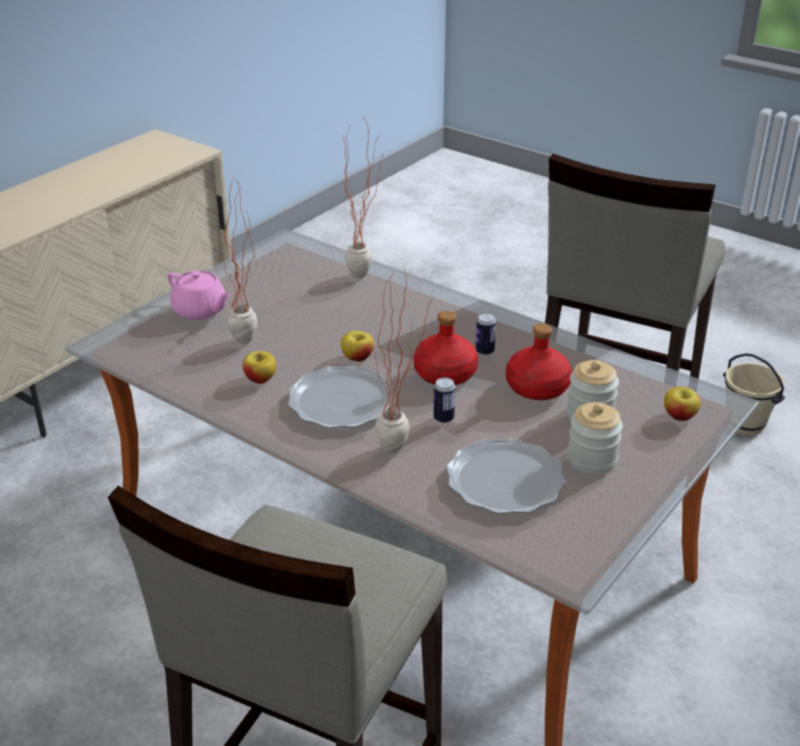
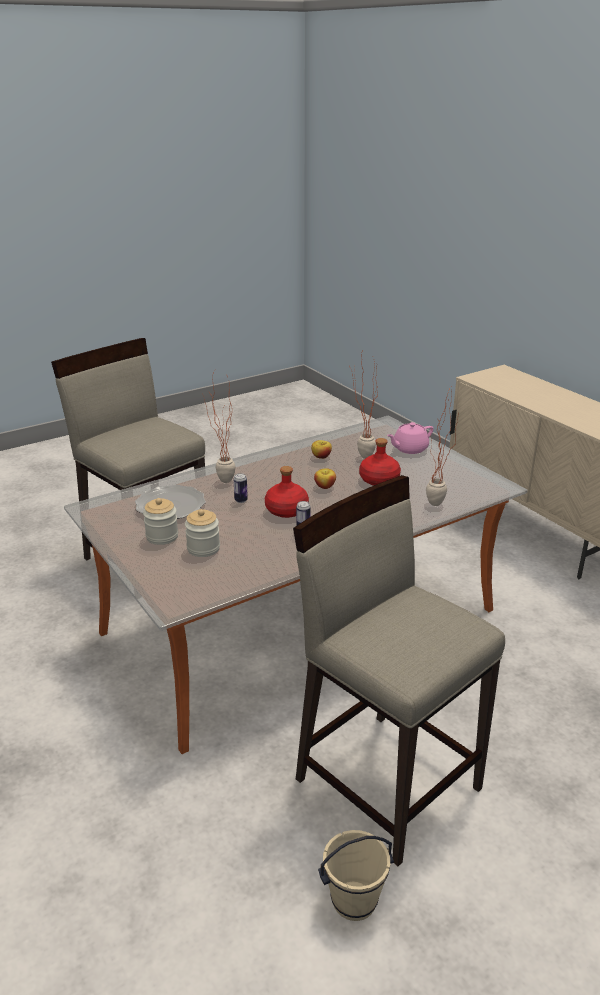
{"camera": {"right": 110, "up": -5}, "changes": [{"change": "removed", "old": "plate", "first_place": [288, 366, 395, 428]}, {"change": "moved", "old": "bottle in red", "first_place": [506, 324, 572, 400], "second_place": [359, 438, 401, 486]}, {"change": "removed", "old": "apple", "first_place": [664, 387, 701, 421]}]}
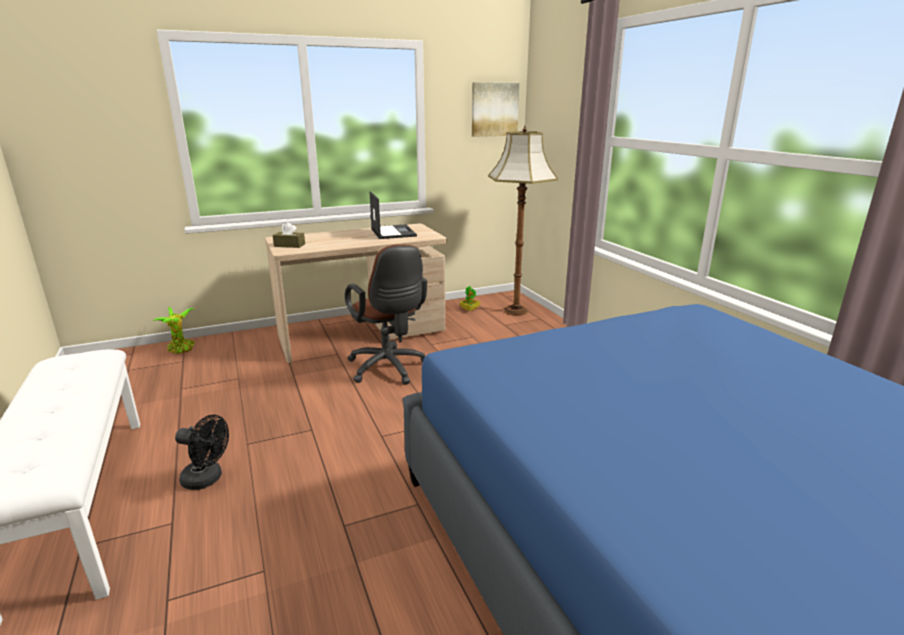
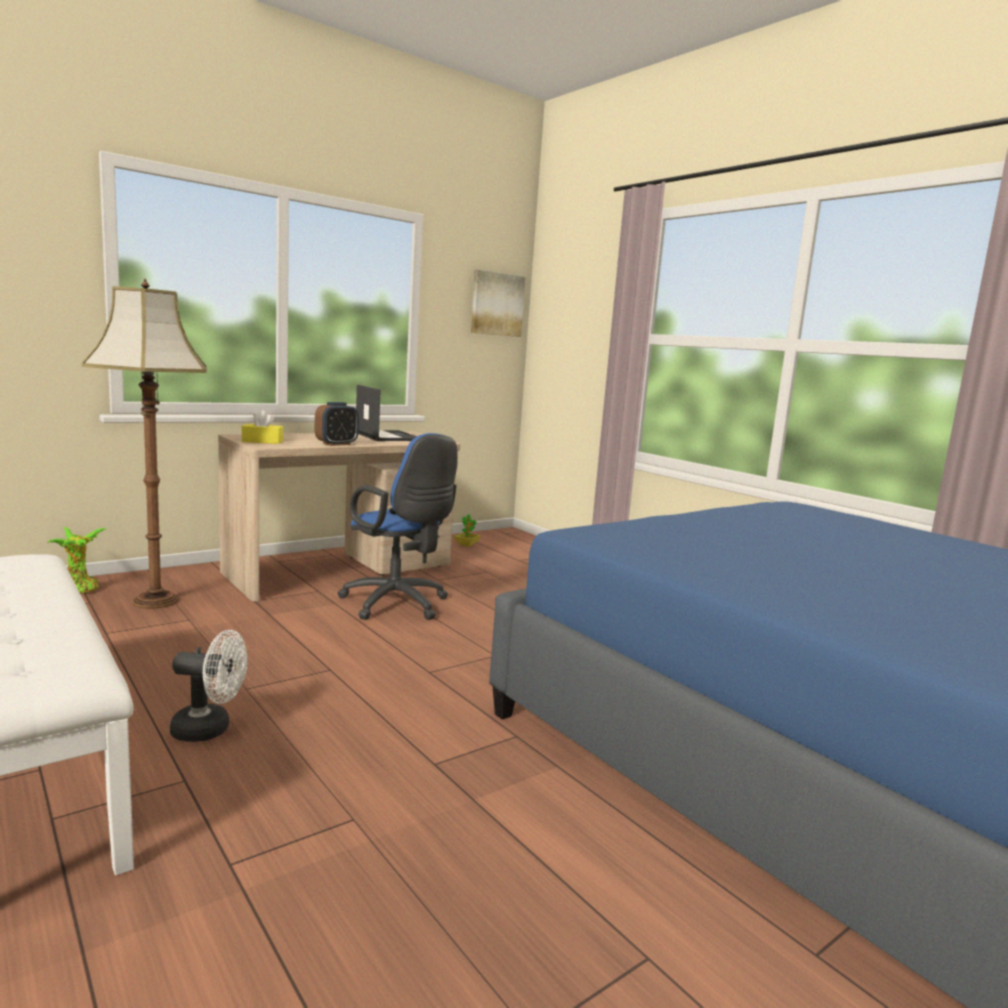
{"camera": {"right": -15, "up": -10}, "changes": [{"change": "recoloured", "old": "fan in black", "new": "fan in white", "first_place": [175, 415, 229, 490], "second_place": [170, 630, 247, 742]}, {"change": "recoloured", "old": "tissue box in brown", "new": "tissue box in yellow", "first_place": [273, 222, 305, 248], "second_place": [242, 411, 283, 444]}, {"change": "recoloured", "old": "office chair in brown", "new": "office chair in blue", "first_place": [345, 244, 427, 385], "second_place": [337, 433, 458, 620]}, {"change": "moved", "old": "floor lamp", "first_place": [489, 126, 558, 316], "second_place": [82, 278, 207, 609]}, {"change": "added", "new": "alarm clock", "second_place": [314, 402, 359, 446]}]}
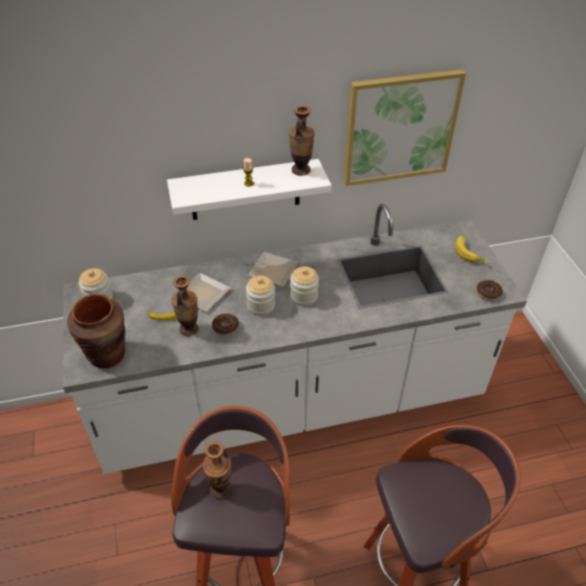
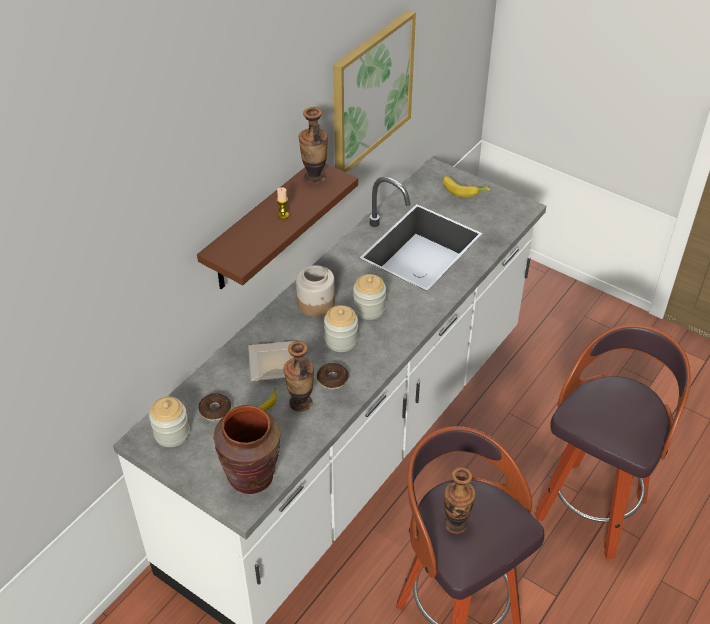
{"camera": {"right": -40, "up": 0}, "changes": [{"change": "recoloured", "old": "shelf in white", "new": "shelf in brown", "first_place": [167, 159, 332, 220], "second_place": [197, 163, 358, 289]}, {"change": "replaced", "old": "plate", "new": "jar", "first_place": [248, 252, 298, 287], "second_place": [296, 265, 335, 317]}, {"change": "moved", "old": "donut", "first_place": [476, 280, 503, 301], "second_place": [198, 393, 231, 421]}]}
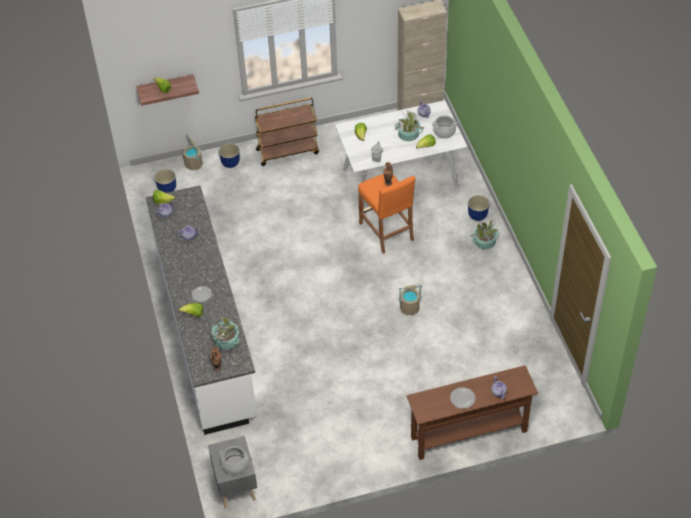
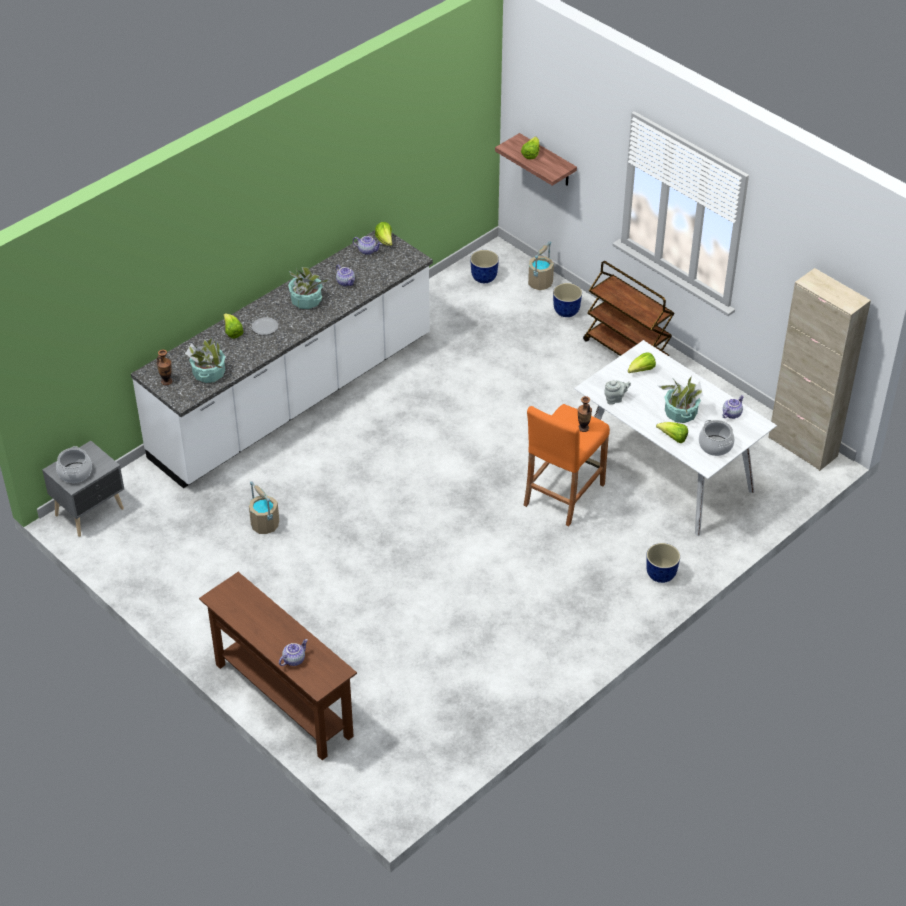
{"camera": {"right": 60, "up": -5}, "changes": [{"change": "moved", "old": "bucket in beige", "first_place": [399, 285, 422, 315], "second_place": [249, 481, 279, 534]}, {"change": "removed", "old": "plate", "first_place": [450, 387, 476, 409]}, {"change": "moved", "old": "potted plant", "first_place": [470, 219, 499, 250], "second_place": [288, 267, 331, 309]}]}
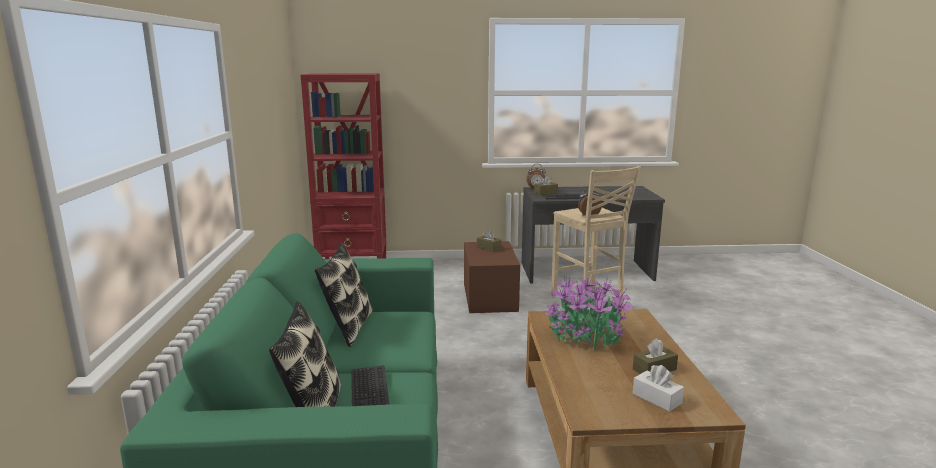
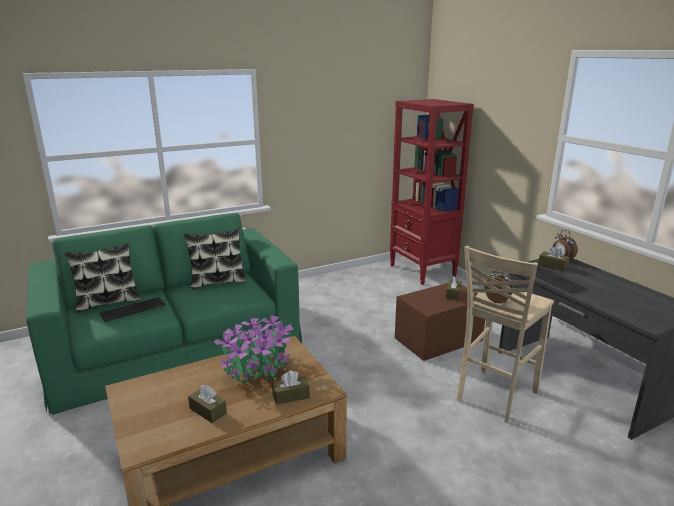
{"camera": {"right": 65, "up": 5}, "changes": [{"change": "removed", "old": "tissue box in white", "first_place": [633, 365, 684, 412]}, {"change": "added", "new": "tissue box in brown", "second_place": [272, 371, 310, 405]}]}
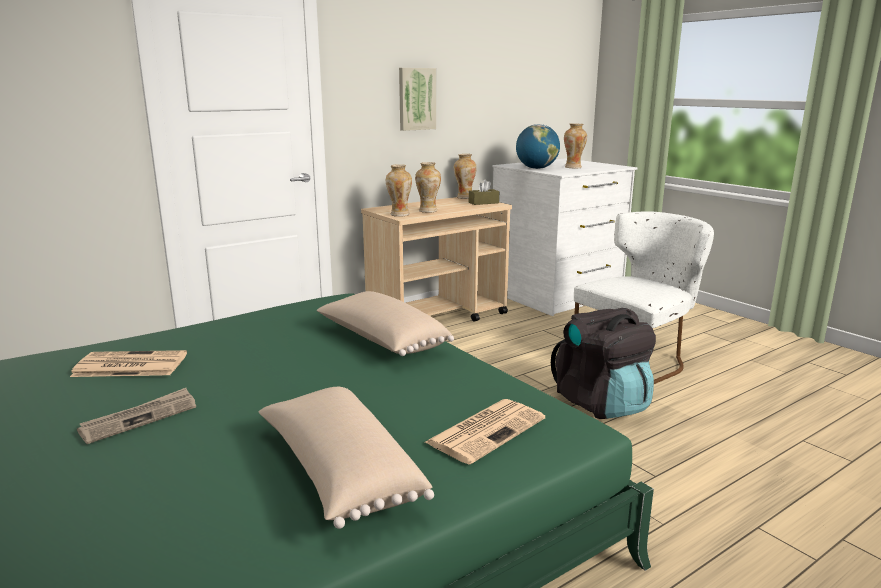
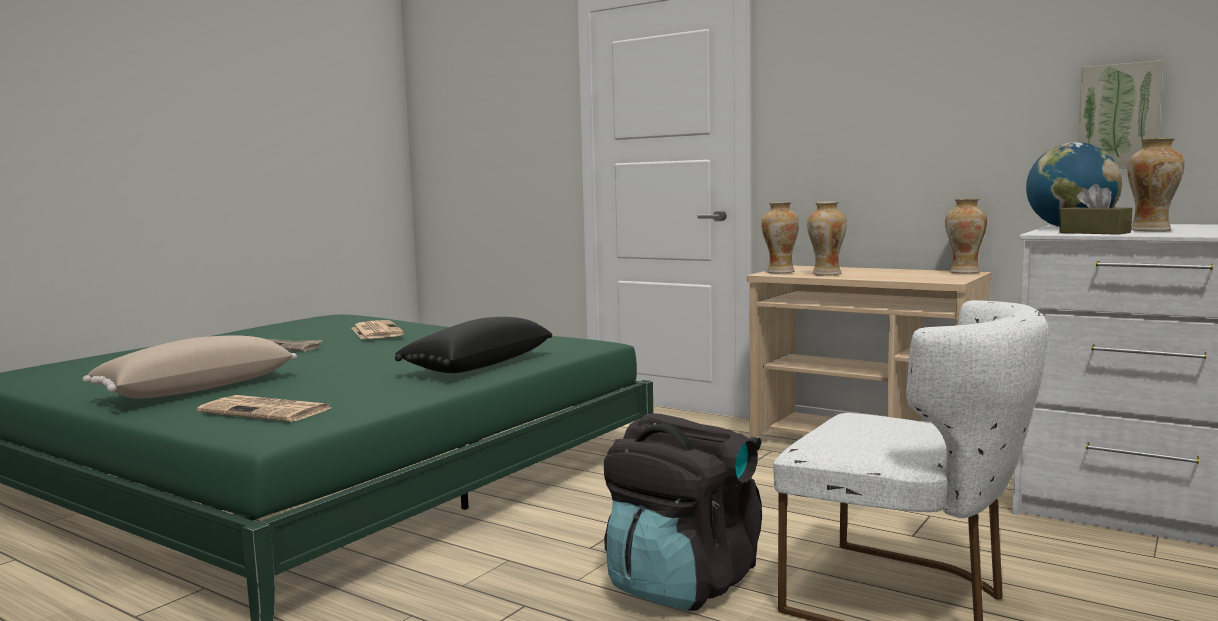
{"camera": {"right": 70, "up": -10}, "changes": [{"change": "recoloured", "old": "pillow in beige", "new": "pillow in black", "first_place": [317, 291, 454, 356], "second_place": [395, 317, 552, 373]}, {"change": "moved", "old": "picture", "first_place": [399, 68, 436, 131], "second_place": [1078, 60, 1163, 169]}, {"change": "moved", "old": "tissue box in brown", "first_place": [469, 180, 499, 205], "second_place": [1060, 184, 1132, 235]}]}
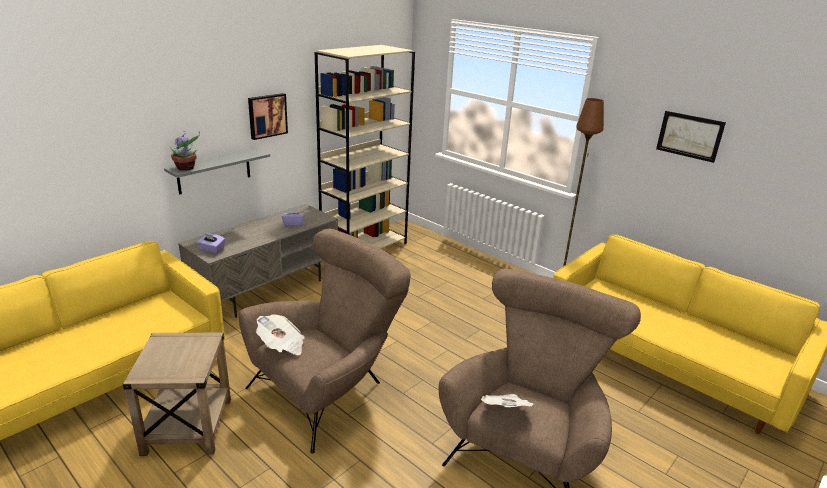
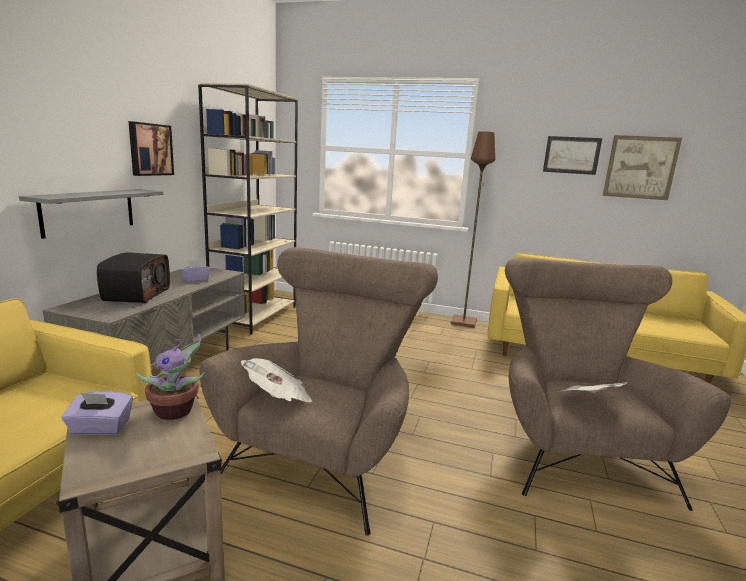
{"camera": {"right": -25, "up": -10}, "changes": [{"change": "moved", "old": "potted plant", "first_place": [169, 131, 200, 171], "second_place": [136, 334, 205, 420]}, {"change": "moved", "old": "tissue box in purple", "first_place": [197, 233, 225, 254], "second_place": [62, 391, 133, 435]}, {"change": "added", "new": "radio", "second_place": [97, 252, 170, 303]}, {"change": "added", "new": "picture", "second_place": [603, 135, 682, 200]}]}
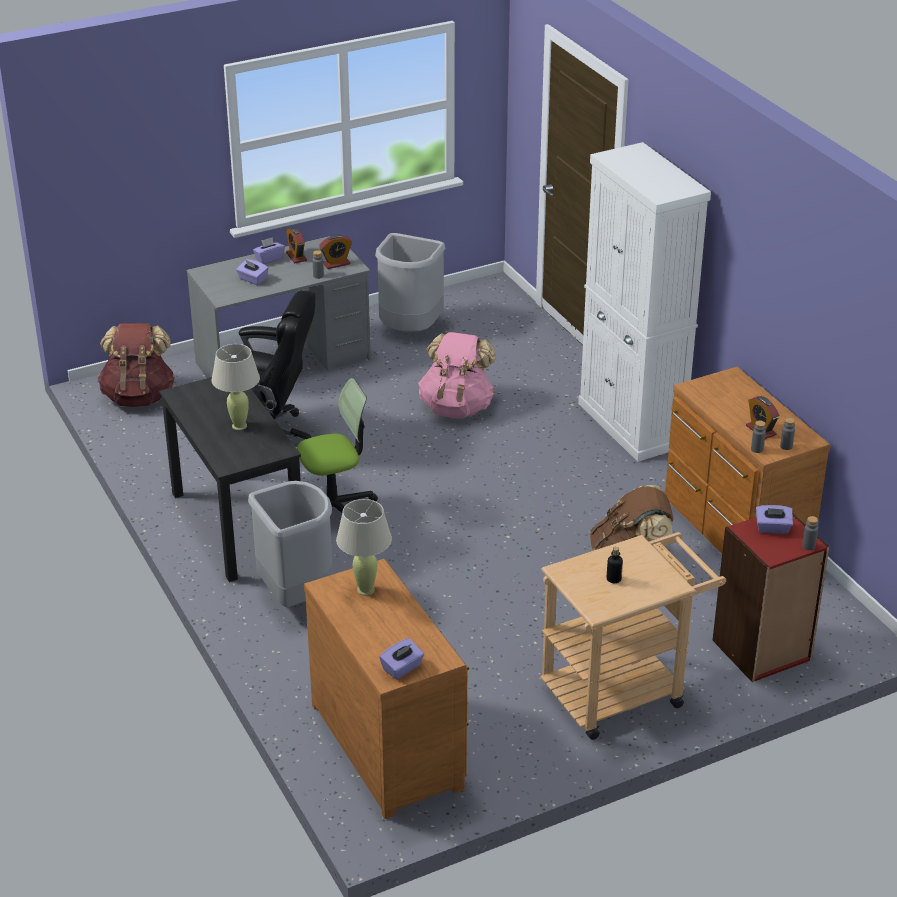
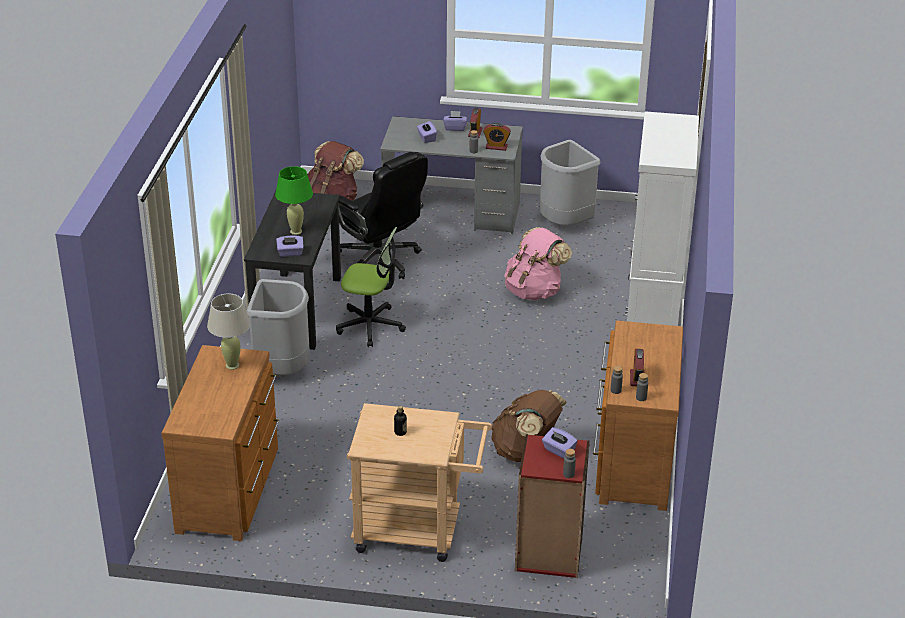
{"camera": {"right": 35, "up": 0}, "changes": [{"change": "recoloured", "old": "table lamp in beige", "new": "table lamp in green", "first_place": [211, 344, 260, 430], "second_place": [275, 166, 313, 235]}, {"change": "moved", "old": "tissue box in purple", "first_place": [379, 638, 424, 679], "second_place": [276, 236, 304, 257]}]}
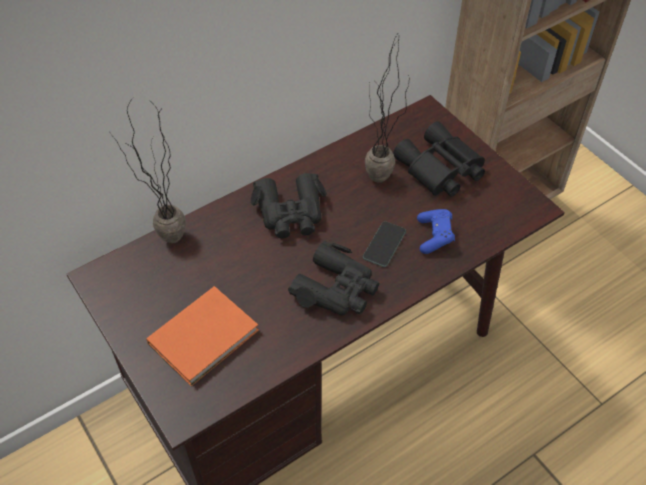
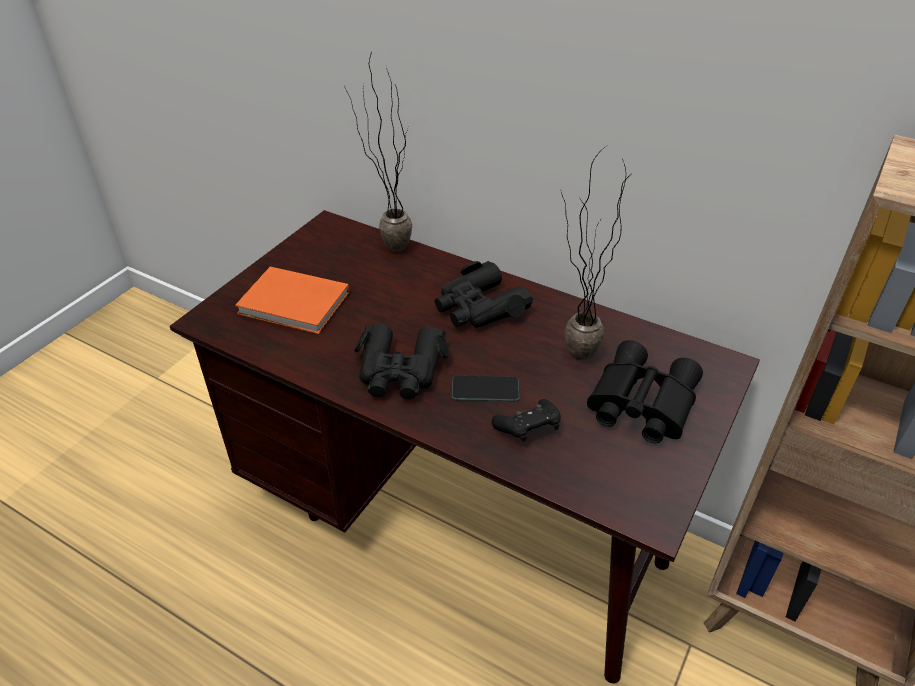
{"camera": {"right": 65, "up": -10}, "changes": [{"change": "recoloured", "old": "game controller in blue", "new": "game controller in black", "first_place": [417, 209, 455, 254], "second_place": [492, 399, 561, 442]}]}
